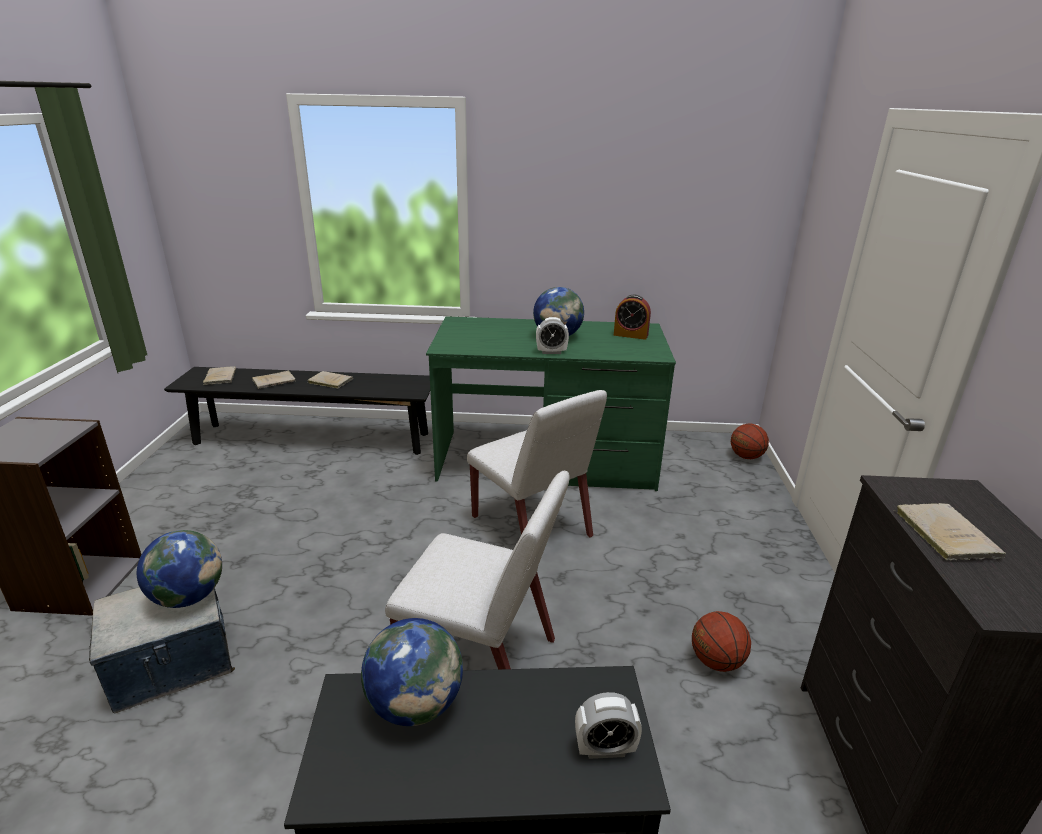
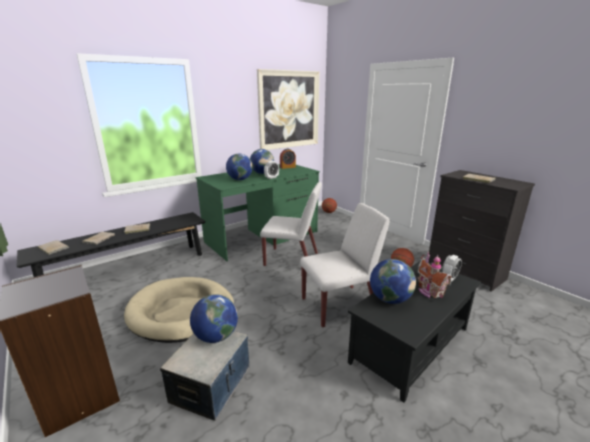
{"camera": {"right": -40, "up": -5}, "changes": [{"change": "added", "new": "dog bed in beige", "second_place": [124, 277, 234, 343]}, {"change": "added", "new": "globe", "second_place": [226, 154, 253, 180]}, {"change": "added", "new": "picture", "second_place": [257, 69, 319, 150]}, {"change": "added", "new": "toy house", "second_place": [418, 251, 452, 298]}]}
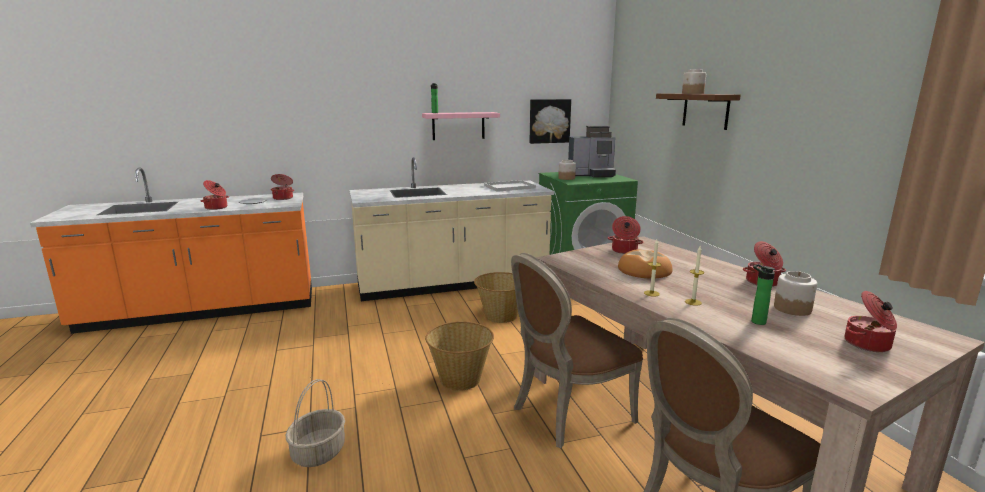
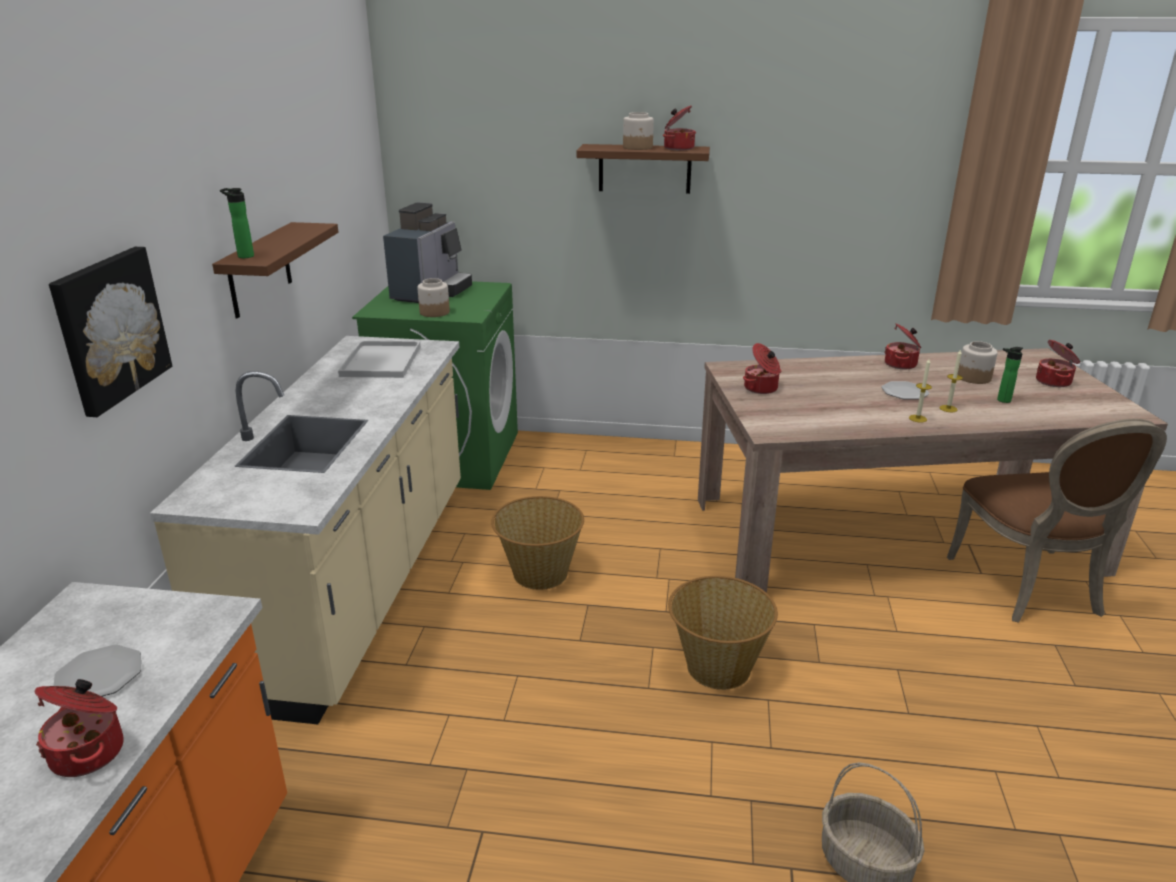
{"camera": {"right": -65, "up": 10}, "changes": [{"change": "moved", "old": "cooking pot", "first_place": [271, 174, 294, 200], "second_place": [663, 105, 696, 150]}, {"change": "recoloured", "old": "shelf in pink", "new": "shelf in brown", "first_place": [422, 112, 500, 140], "second_place": [212, 222, 338, 319]}, {"change": "removed", "old": "chair in brown", "first_place": [511, 253, 643, 448]}, {"change": "moved", "old": "picture", "first_place": [529, 99, 571, 144], "second_place": [49, 247, 172, 417]}, {"change": "removed", "old": "bread", "first_place": [618, 249, 673, 279]}, {"change": "added", "new": "plate", "second_place": [881, 381, 929, 399]}]}
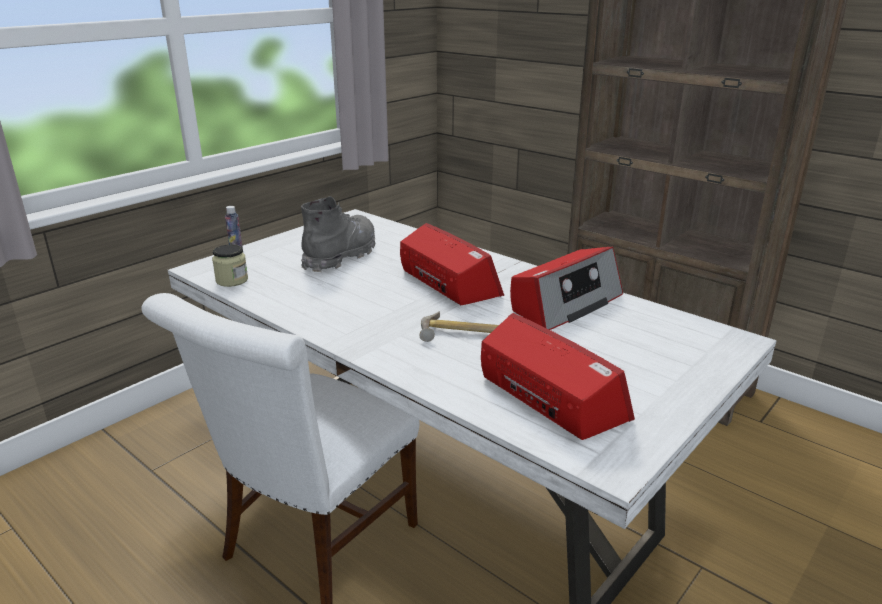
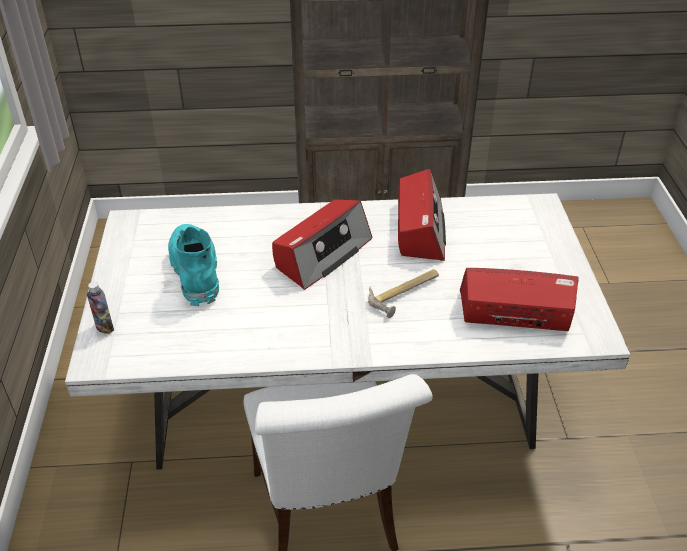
{"camera": {"right": -45, "up": 15}, "changes": [{"change": "removed", "old": "jar", "first_place": [212, 244, 248, 287]}, {"change": "recoloured", "old": "boot in grey", "new": "boot in turquoise", "first_place": [301, 196, 375, 272], "second_place": [168, 224, 219, 306]}, {"change": "turned", "old": "radio", "first_place": [400, 223, 504, 305], "second_place": [272, 199, 373, 290], "degrees": 120}]}
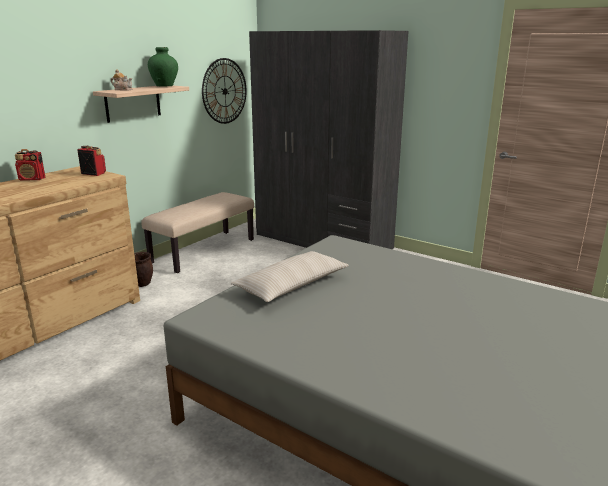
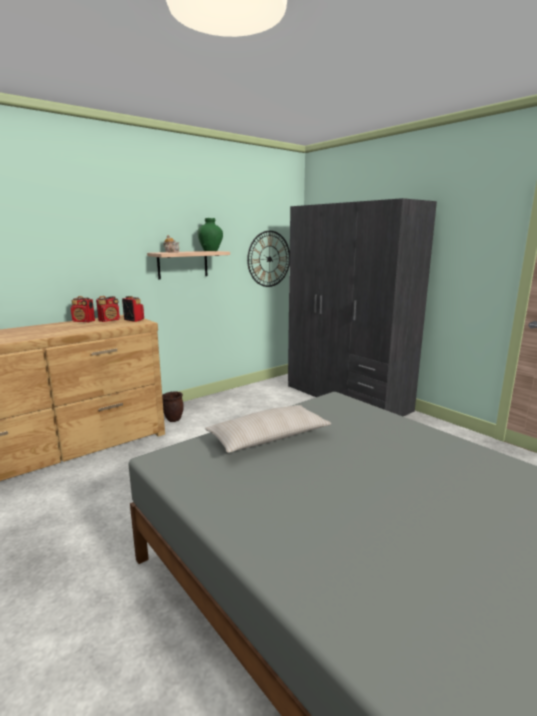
{"camera": {"right": 15, "up": -5}, "changes": [{"change": "removed", "old": "bench in beige", "first_place": [141, 192, 254, 273]}, {"change": "added", "new": "radio", "second_place": [96, 296, 120, 322]}]}
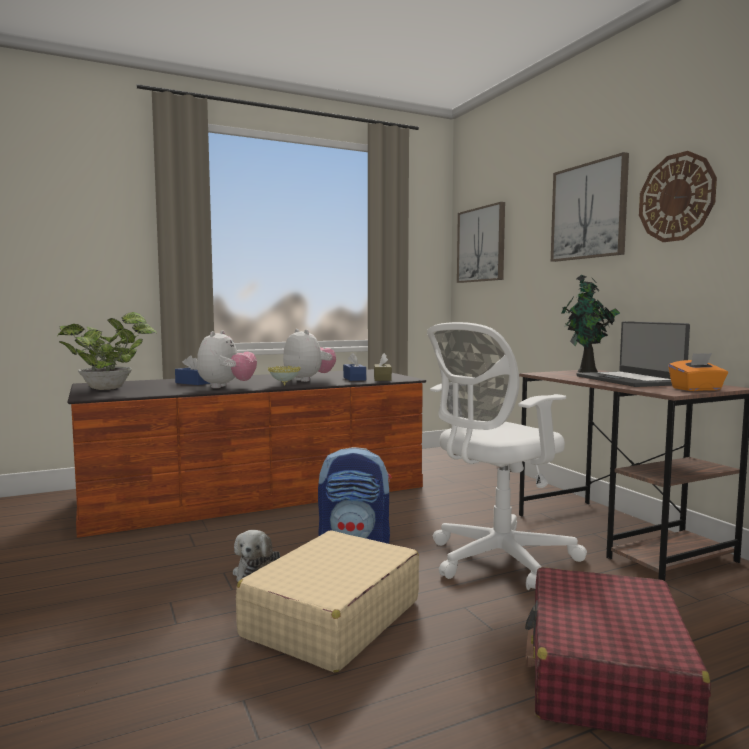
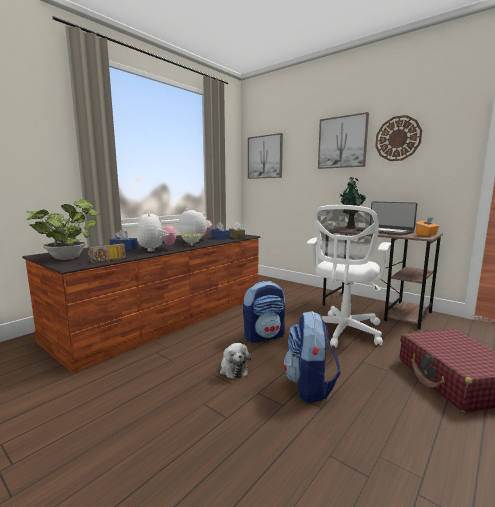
{"camera": {"right": -25, "up": 5}, "changes": [{"change": "replaced", "old": "suitcase in beige", "new": "backpack", "first_place": [236, 530, 419, 673], "second_place": [283, 311, 341, 403]}, {"change": "added", "new": "radio", "second_place": [88, 244, 126, 263]}]}
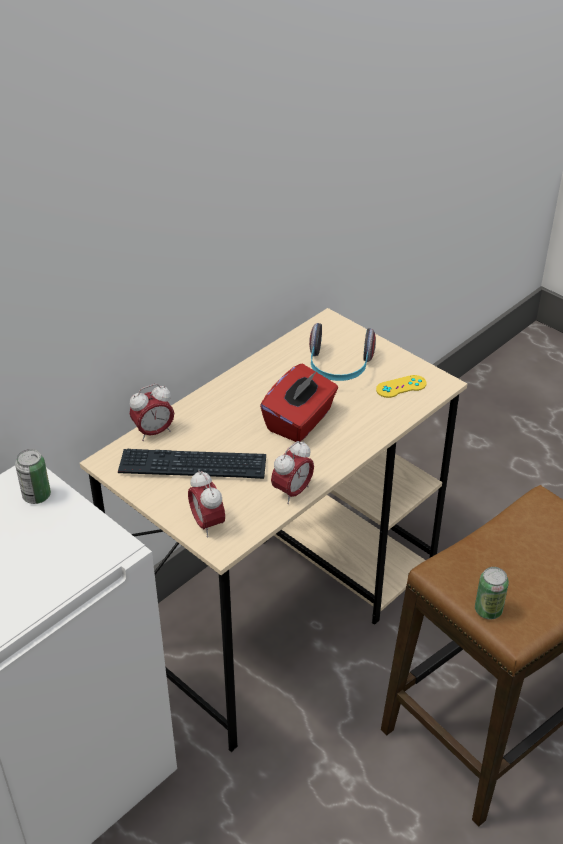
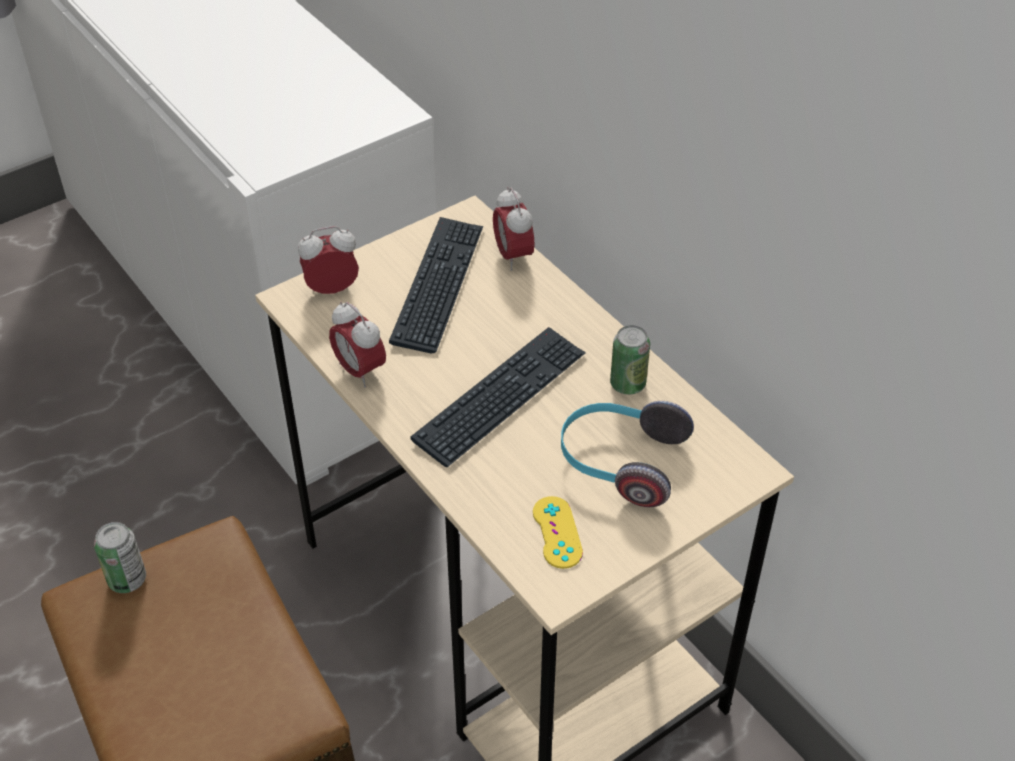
{"camera": {"right": 100, "up": 5}, "changes": [{"change": "moved", "old": "can", "first_place": [15, 449, 51, 504], "second_place": [610, 325, 650, 395]}, {"change": "replaced", "old": "tissue box in red", "new": "keyboard", "first_place": [260, 364, 338, 442], "second_place": [410, 327, 586, 467]}]}
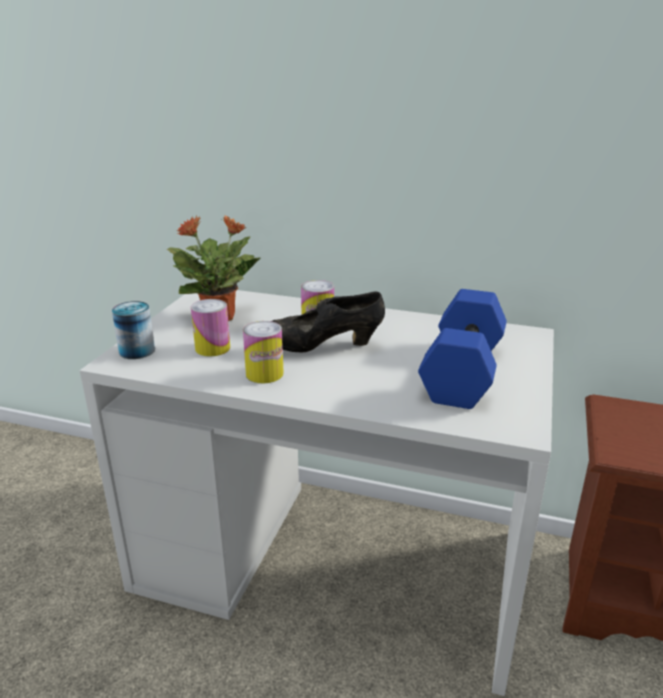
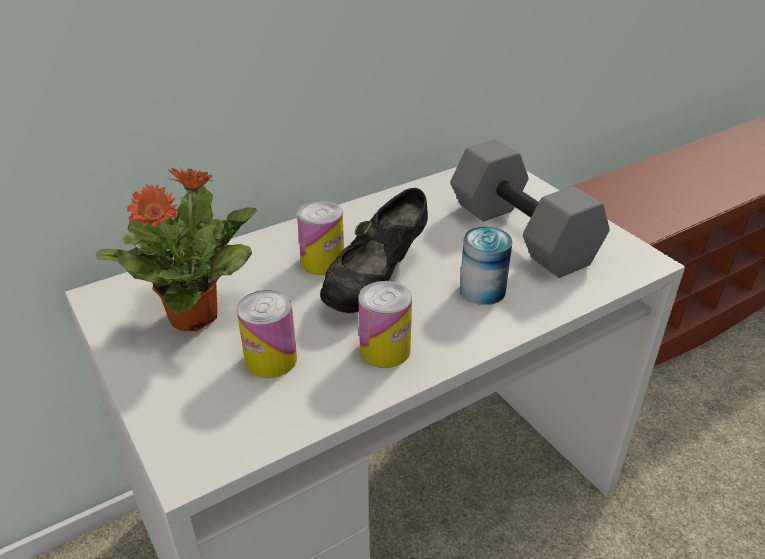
{"camera": {"right": -50, "up": 10}, "changes": [{"change": "moved", "old": "can", "first_place": [112, 301, 155, 359], "second_place": [460, 227, 512, 305]}, {"change": "recoloured", "old": "dumbbell in blue", "new": "dumbbell in grey", "first_place": [418, 289, 507, 409], "second_place": [450, 139, 610, 278]}]}
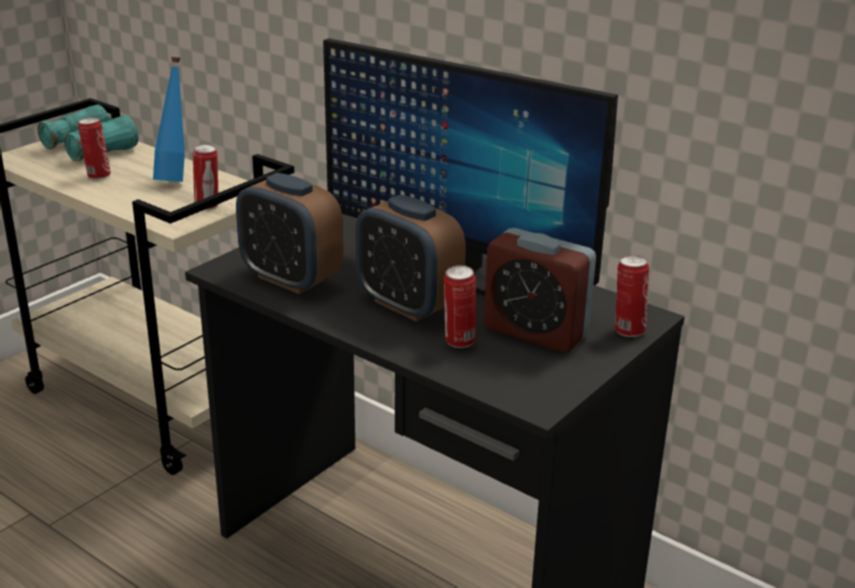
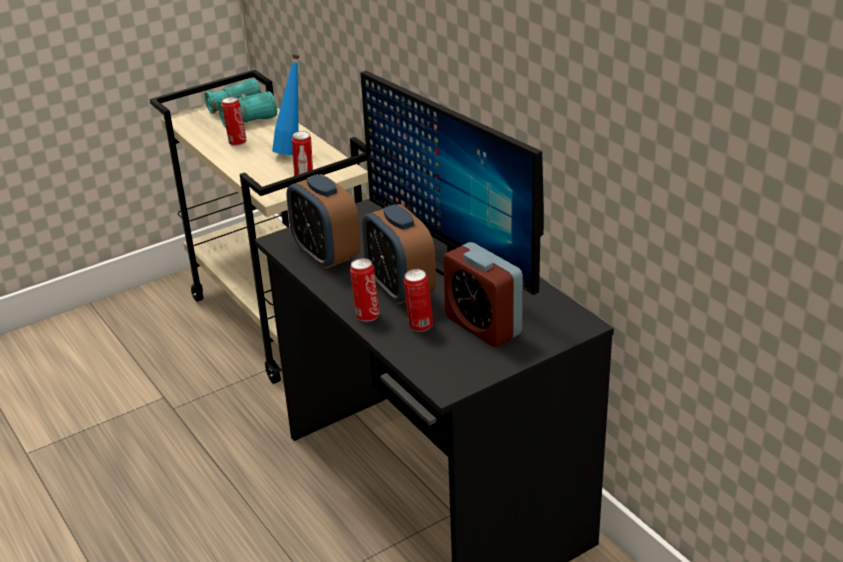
{"camera": {"right": 20, "up": 5}, "changes": [{"change": "moved", "old": "can", "first_place": [615, 255, 649, 337], "second_place": [350, 258, 380, 322]}]}
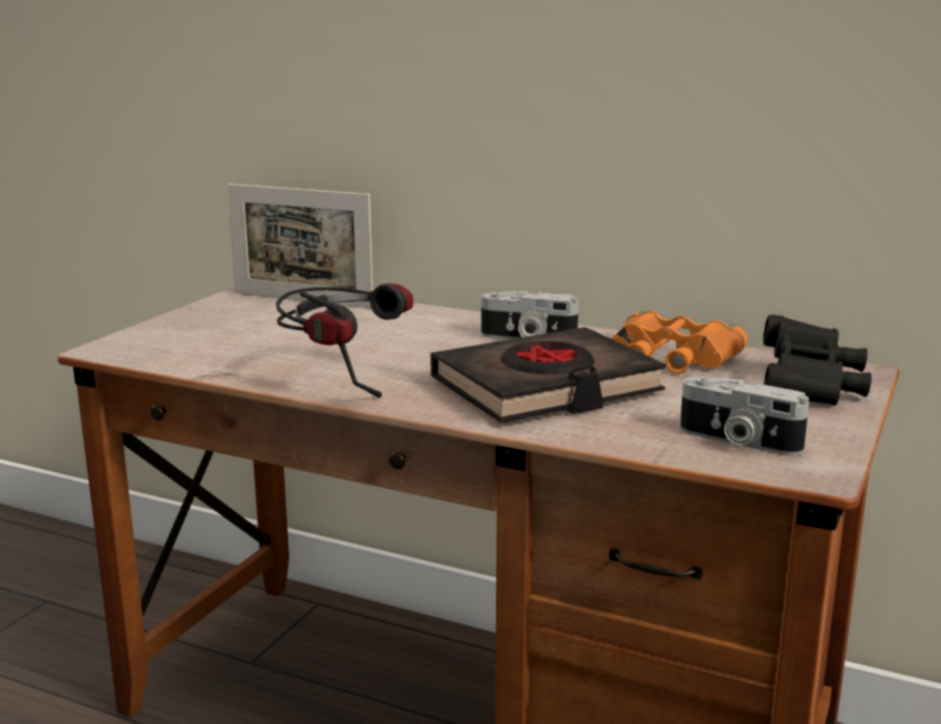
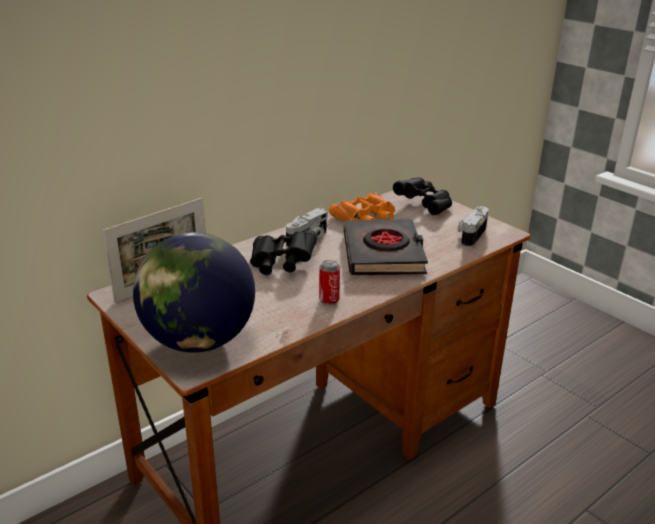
{"camera": {"right": -65, "up": 10}, "changes": [{"change": "replaced", "old": "headphones", "new": "can", "first_place": [276, 283, 413, 398], "second_place": [319, 260, 340, 305]}, {"change": "turned", "old": "photo camera", "first_place": [680, 377, 809, 456], "second_place": [458, 206, 489, 247], "degrees": 150}, {"change": "added", "new": "globe", "second_place": [133, 232, 255, 353]}, {"change": "added", "new": "binoculars in black", "second_place": [250, 229, 317, 275]}]}
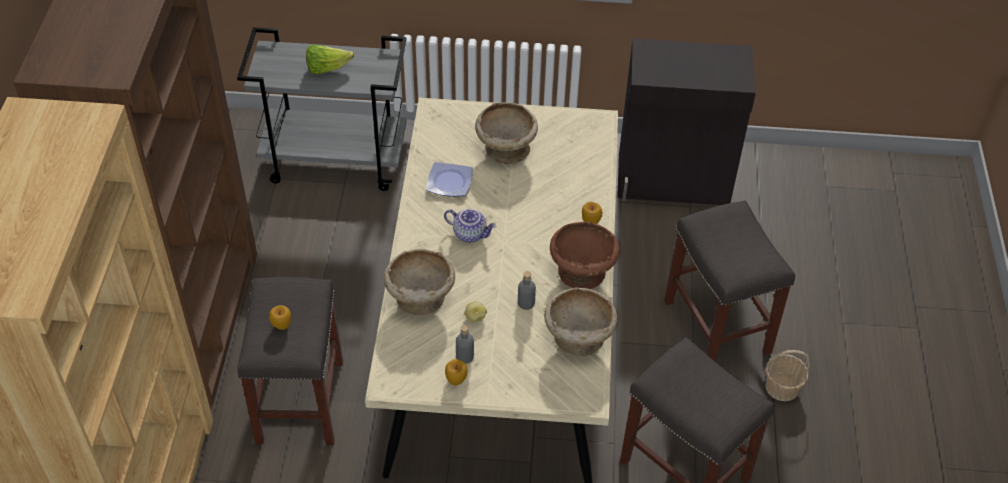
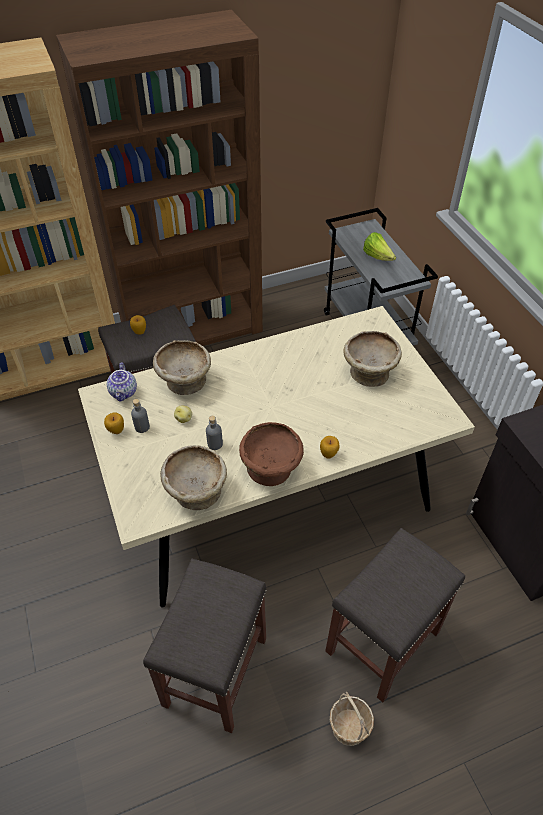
{"camera": {"right": 65, "up": 0}, "changes": [{"change": "removed", "old": "plate", "first_place": [426, 162, 473, 197]}, {"change": "moved", "old": "teapot", "first_place": [444, 209, 496, 243], "second_place": [107, 362, 137, 402]}]}
